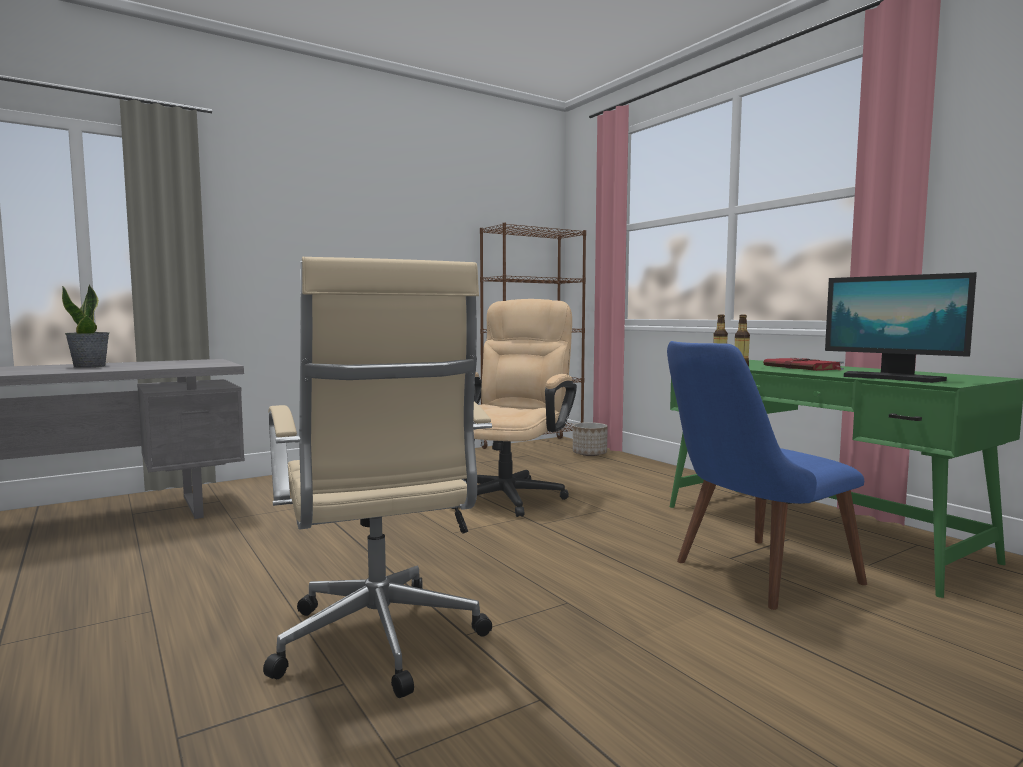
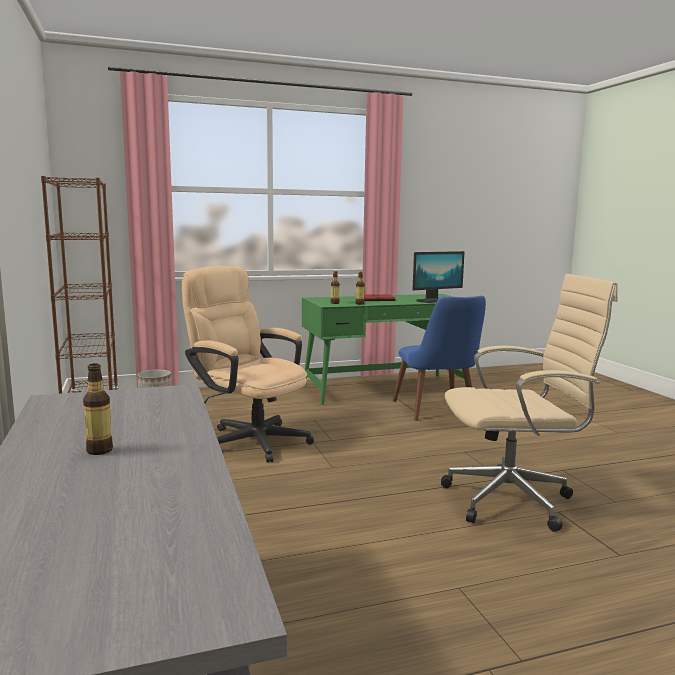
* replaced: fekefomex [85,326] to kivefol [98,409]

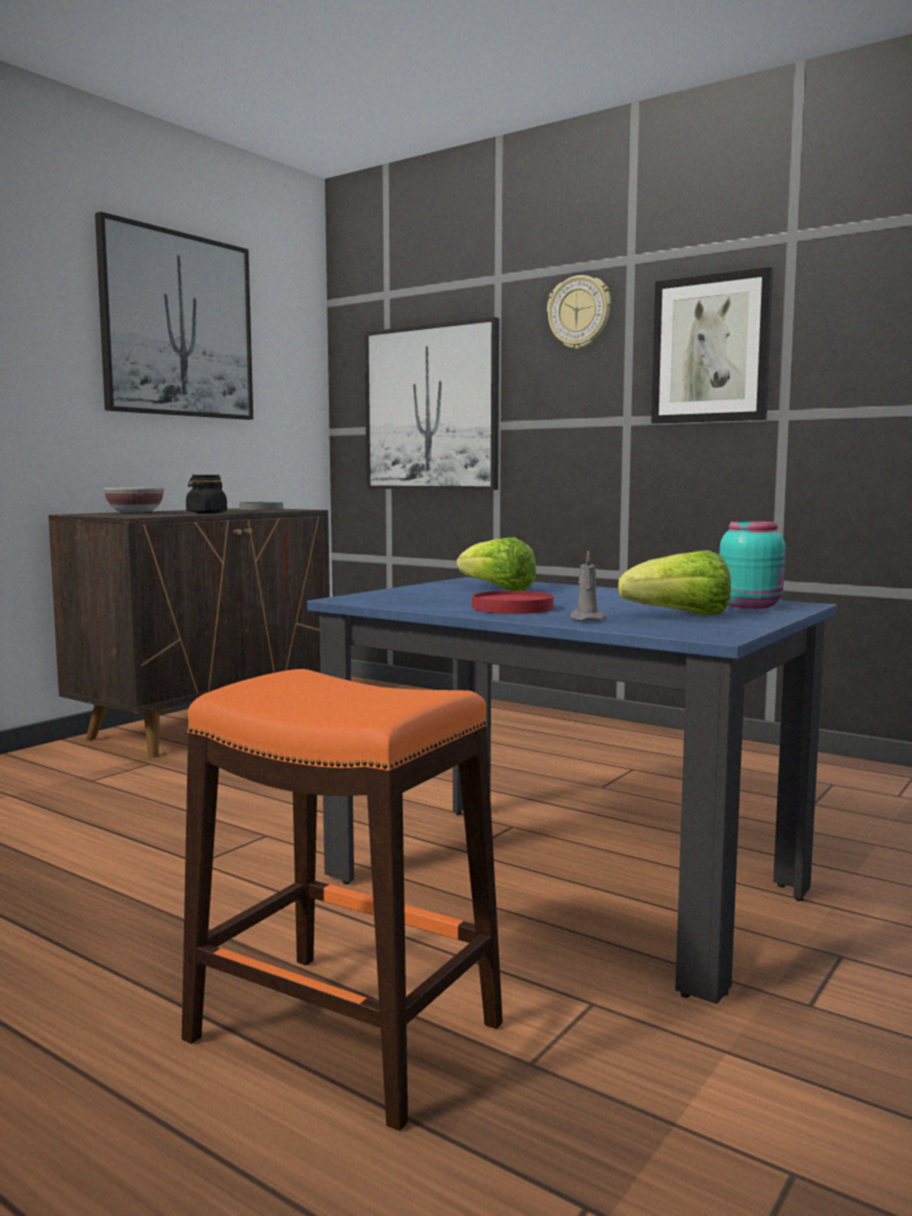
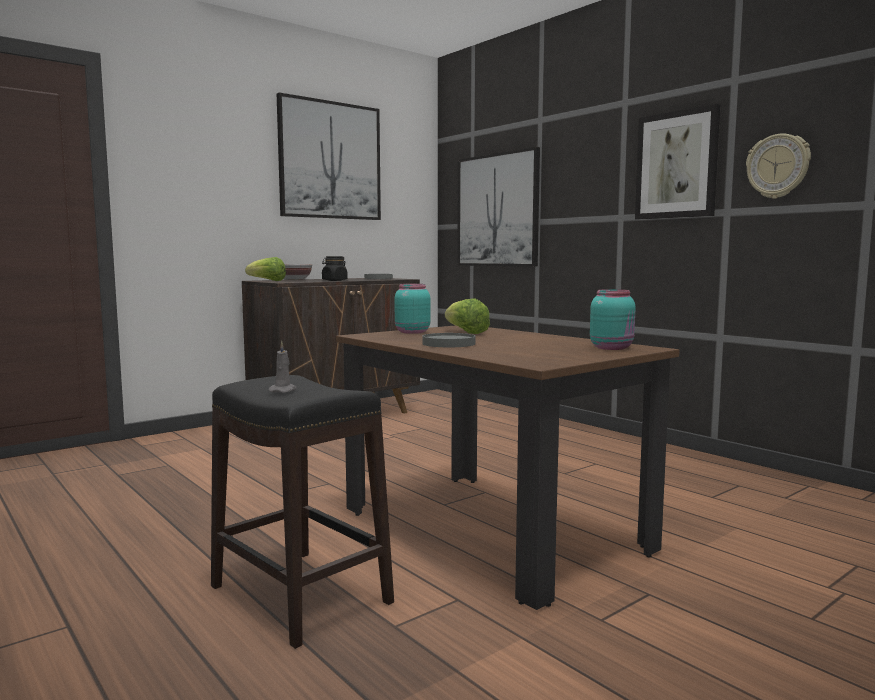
* moved: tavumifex [579,312] to [778,166]
* moved: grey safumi [588,585] to [283,367]
* moved: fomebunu [674,582] to [265,269]
* recoloured: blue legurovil [572,790] to brown legurovil [508,467]
* recoloured: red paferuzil [513,602] to grey paferuzil [448,340]
* recoloured: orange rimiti [342,900] to black rimiti [302,512]
* added: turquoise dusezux [413,309]

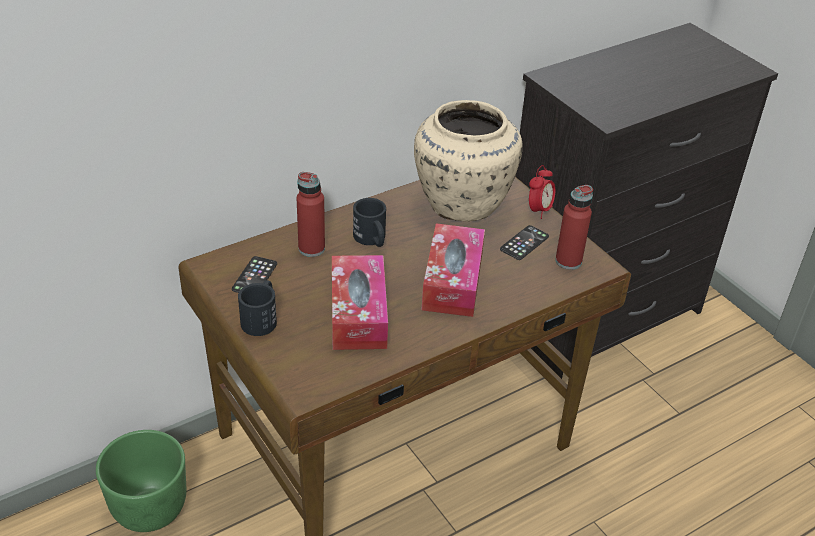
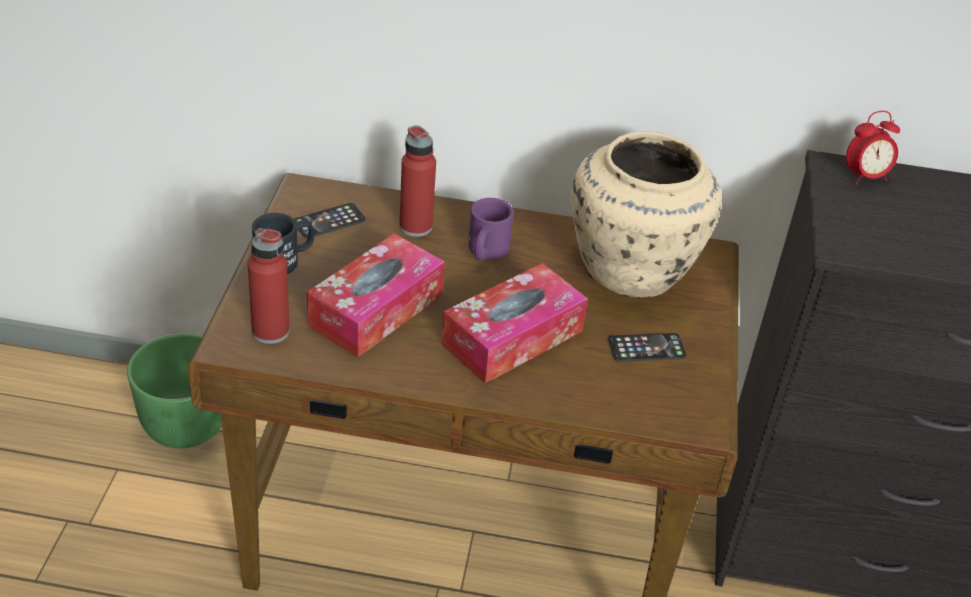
* moved: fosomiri [542,192] to [873,148]
* moved: red kivefol [574,227] to [269,286]
* recoloured: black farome [369,222] to purple farome [491,229]

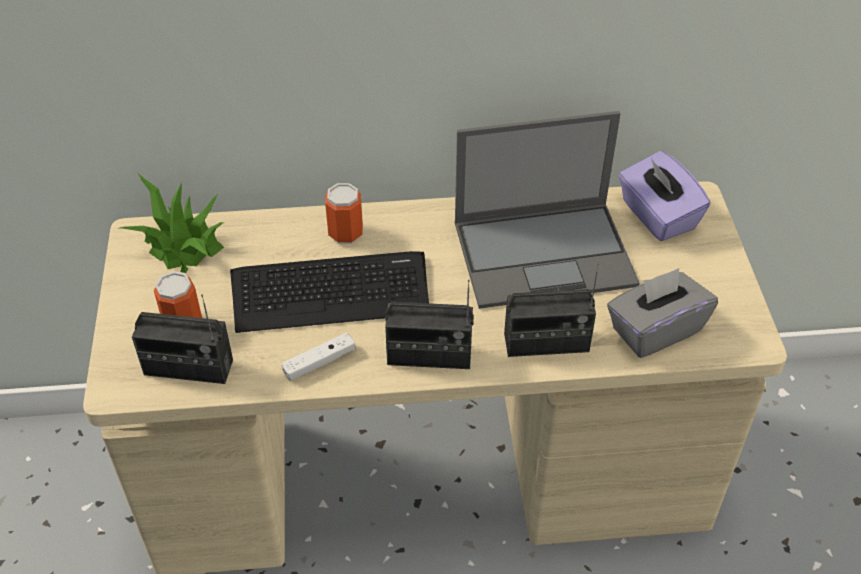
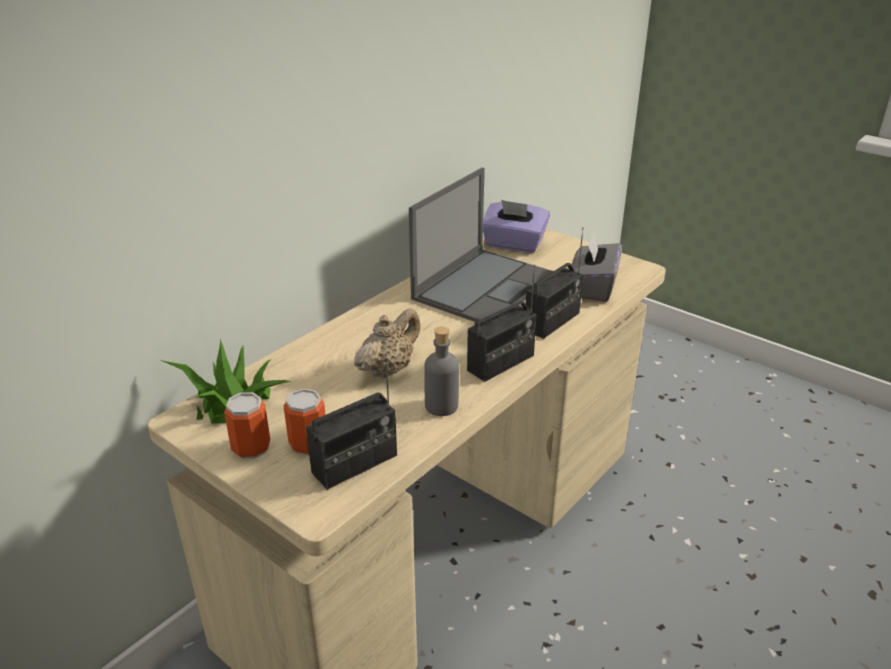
* moved: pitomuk [344,213] to [247,425]
* replaced: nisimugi [329,292] to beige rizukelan [387,343]
* replaced: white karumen [318,356] to grey kivefol [441,371]

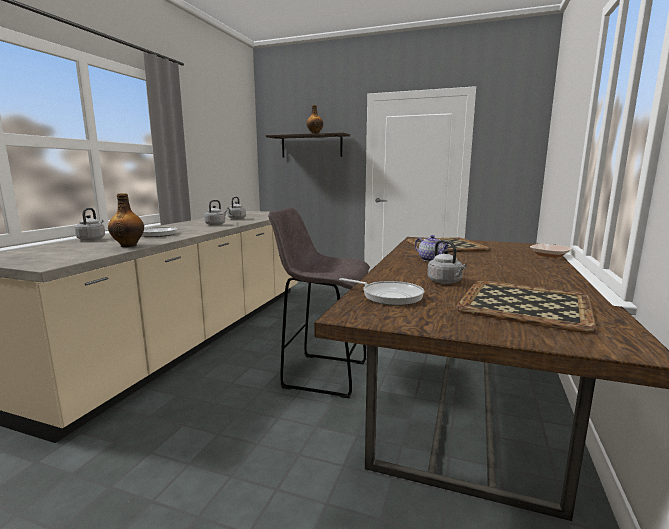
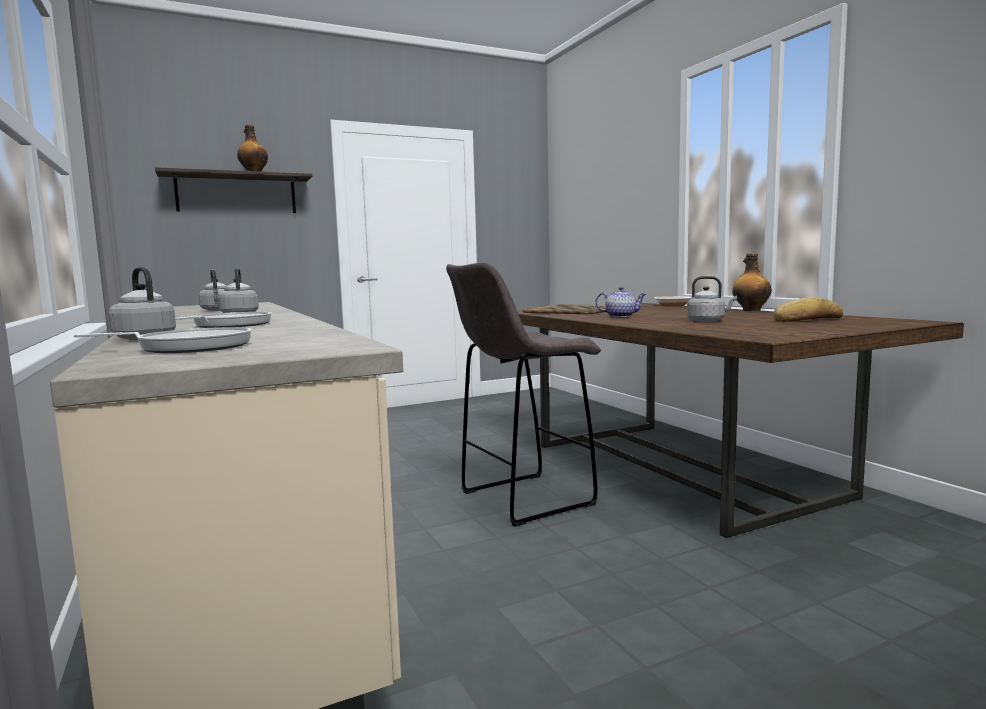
* moved: kivefol [126,220] to [752,282]
* moved: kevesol [381,292] to [163,340]
* replaced: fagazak [526,306] to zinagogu [808,309]

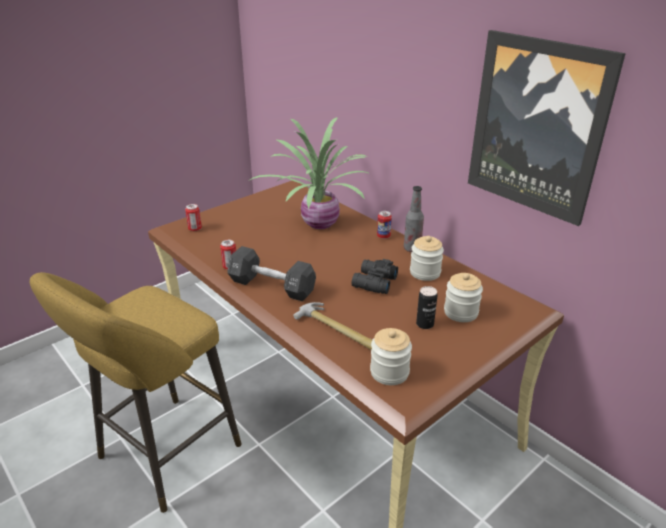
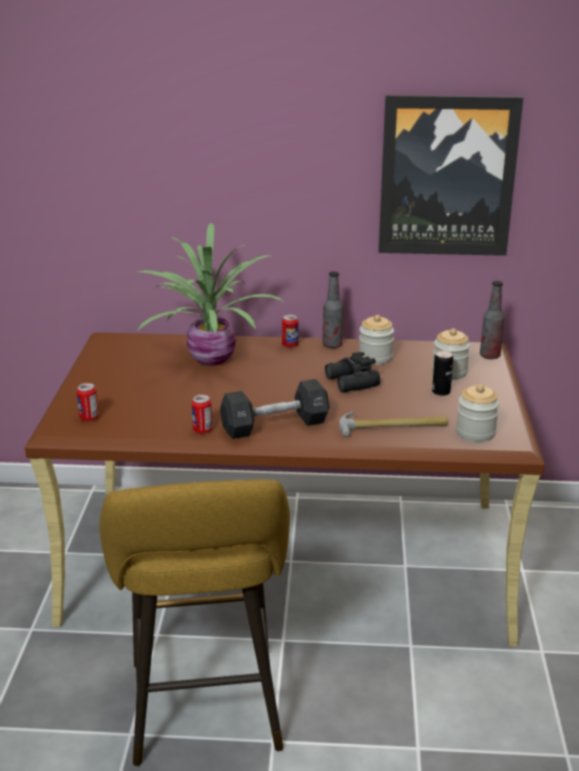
* added: kivefol [492,320]

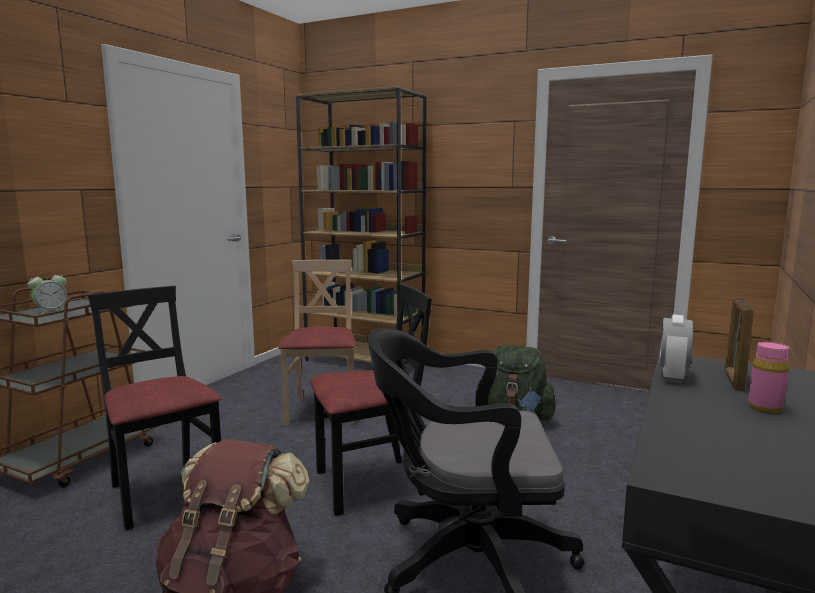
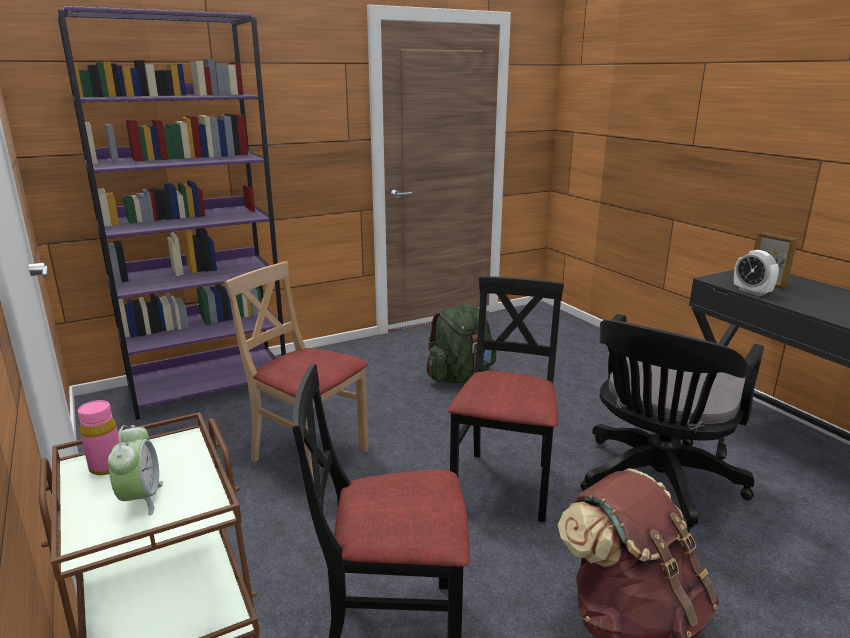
* recoloured: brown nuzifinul [361,225] to purple nuzifinul [172,213]
* moved: pink kivefol [768,377] to [98,437]

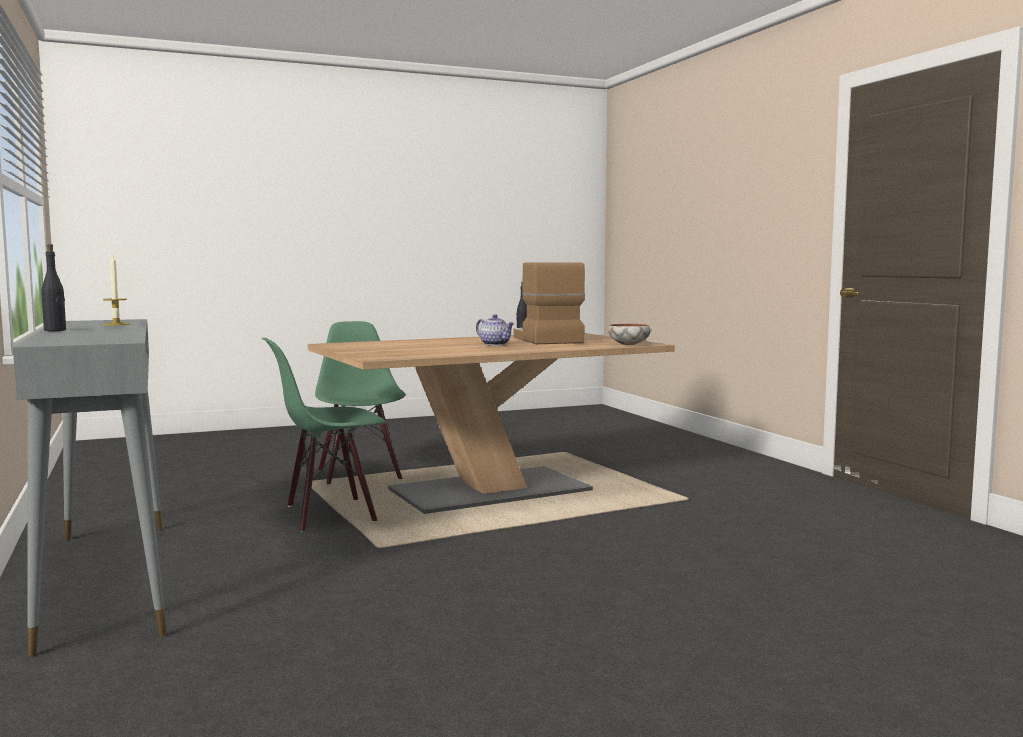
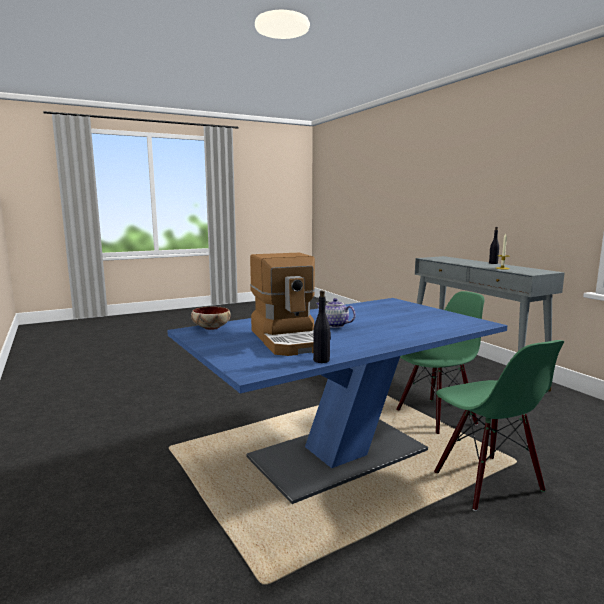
* recoloured: brown legurovil [491,423] to blue legurovil [337,401]

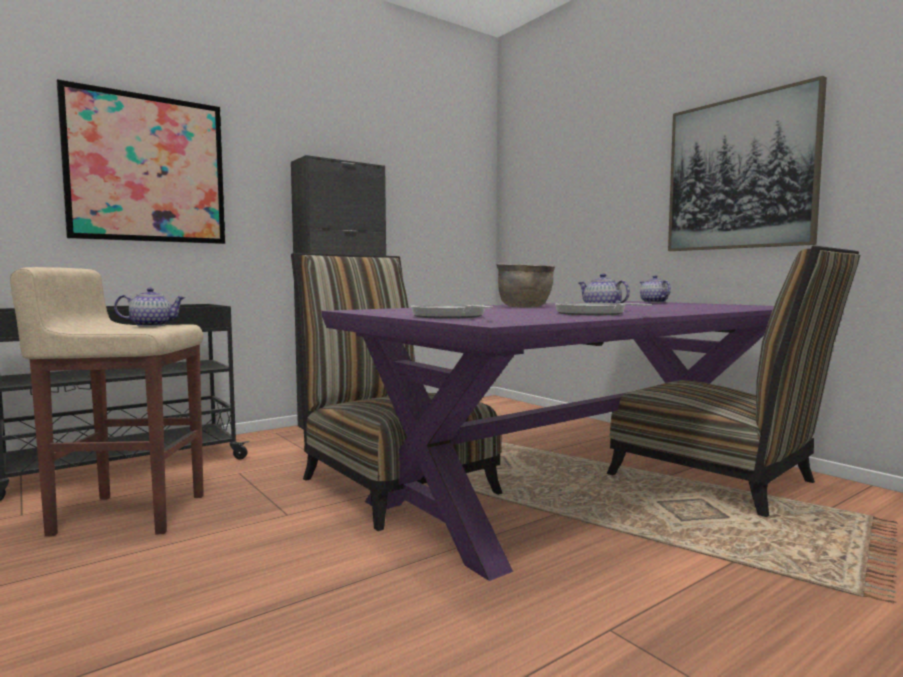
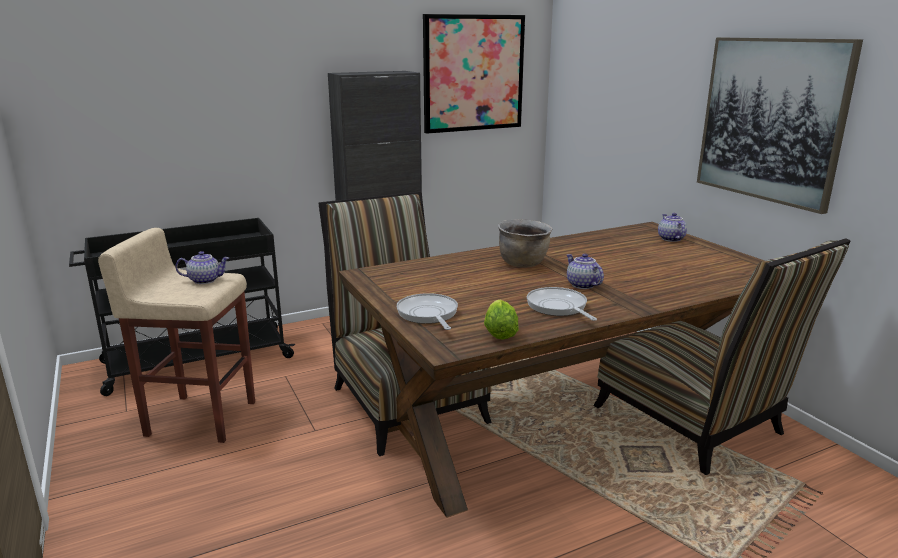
* moved: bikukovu [141,161] to [474,74]
* recoloured: purple legurovil [547,441] to brown legurovil [551,370]
* added: fomebunu [501,319]

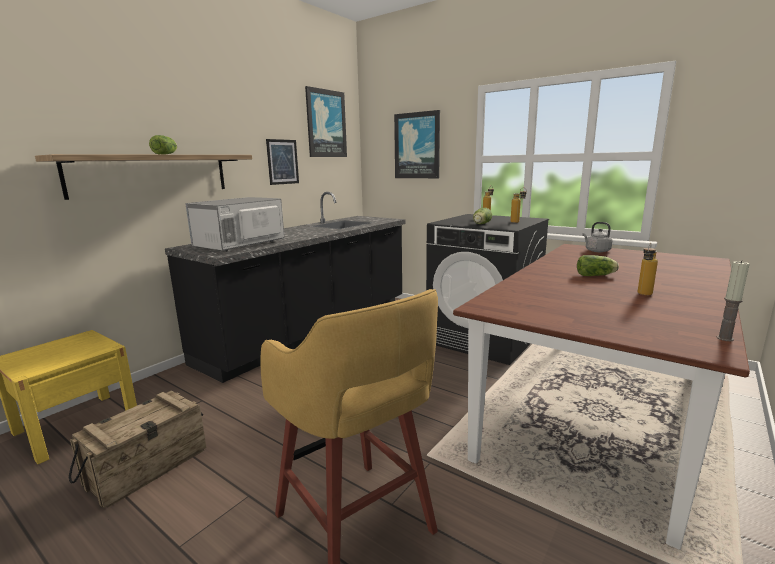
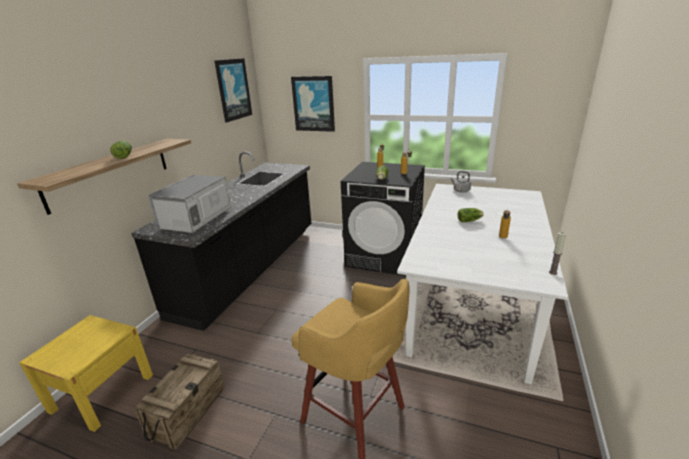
* removed: bikukovu [282,162]
* recoloured: brown legurovil [601,397] to white legurovil [482,284]

